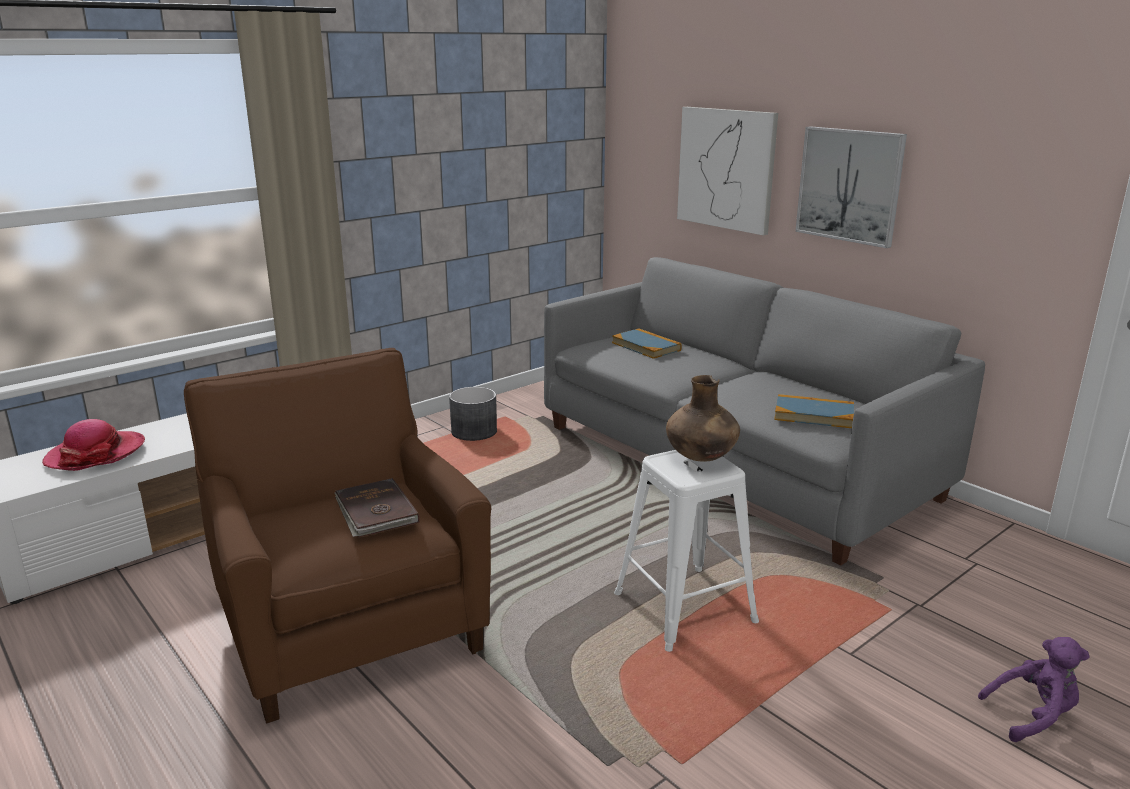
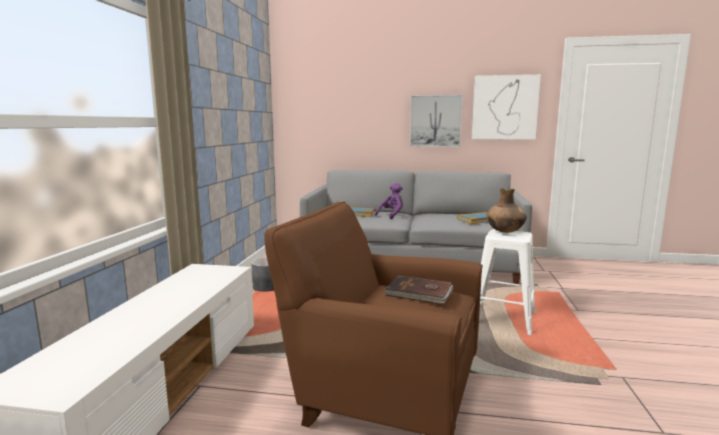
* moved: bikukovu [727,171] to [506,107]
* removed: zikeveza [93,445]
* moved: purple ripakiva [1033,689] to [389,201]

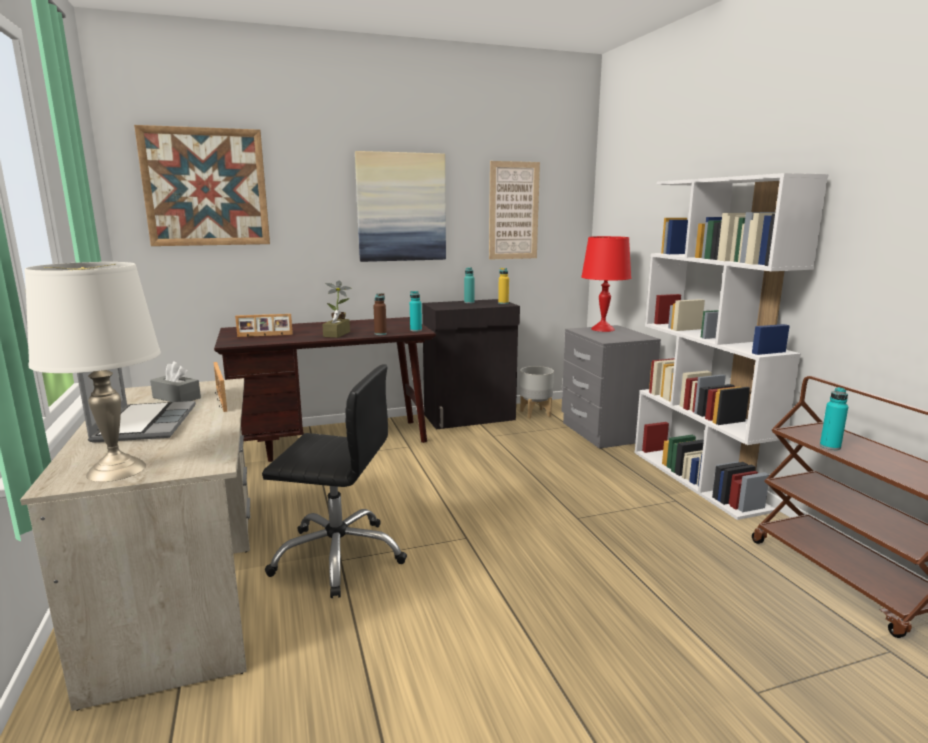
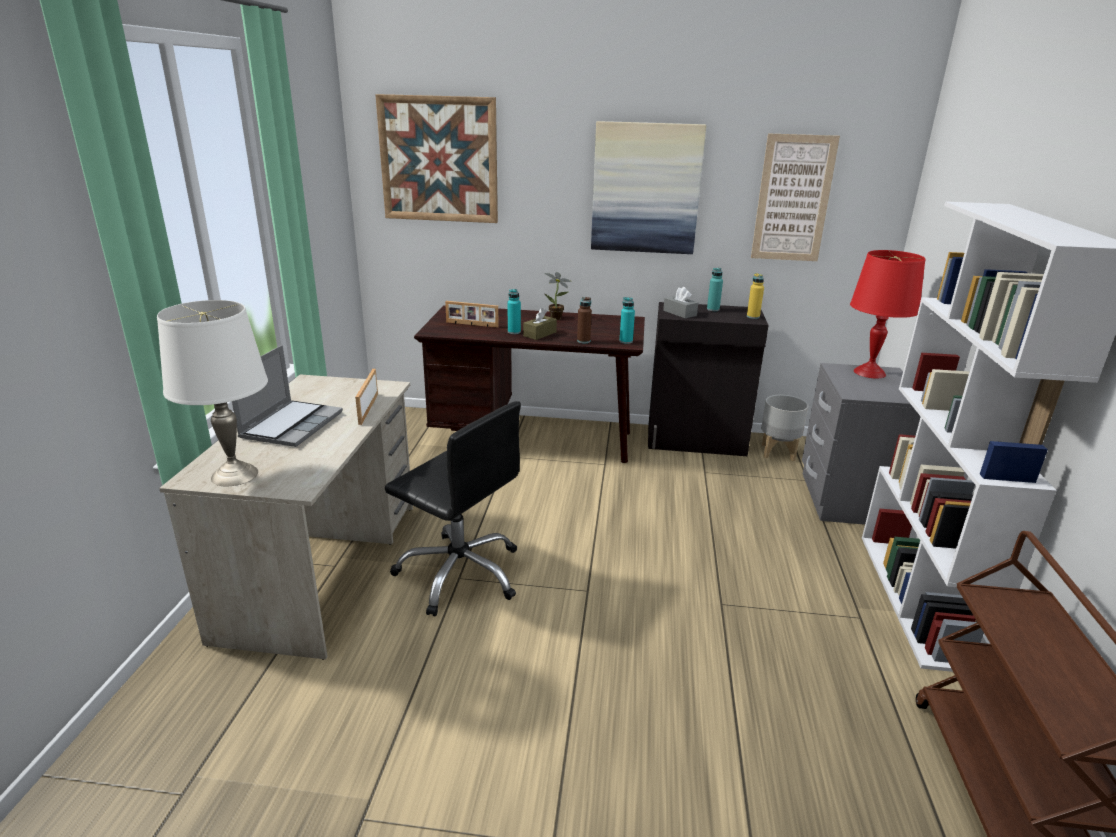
* moved: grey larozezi [175,381] to [680,303]
* moved: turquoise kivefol [834,418] to [514,311]

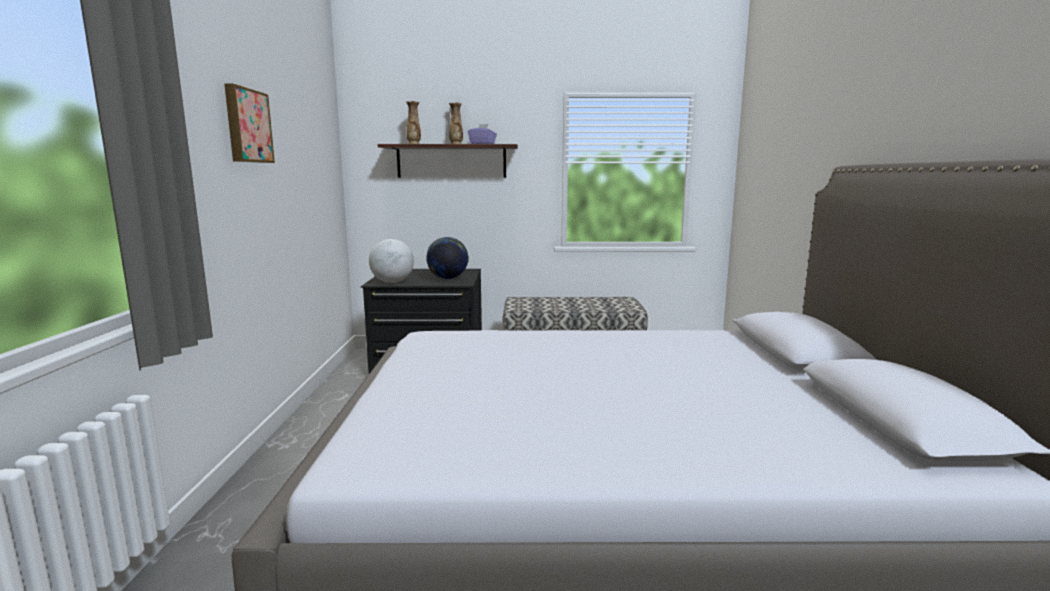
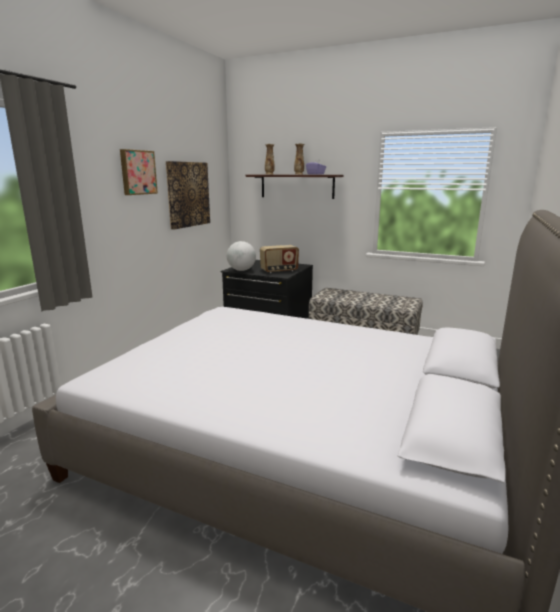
* replaced: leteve [447,258] to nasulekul [279,259]
* added: bikukovu [188,195]

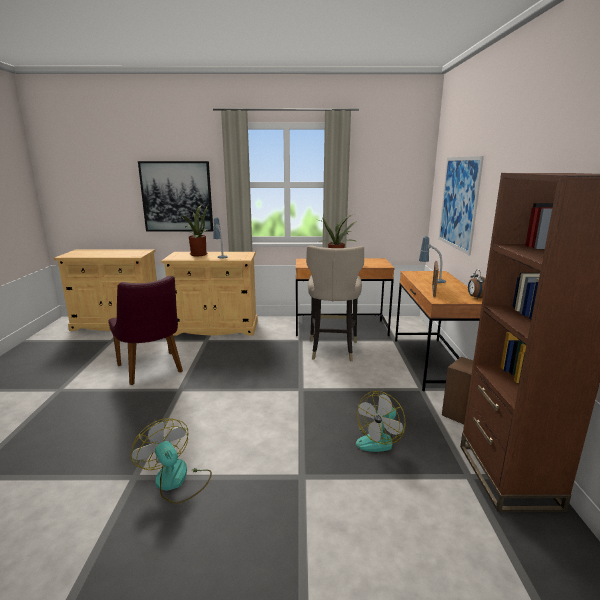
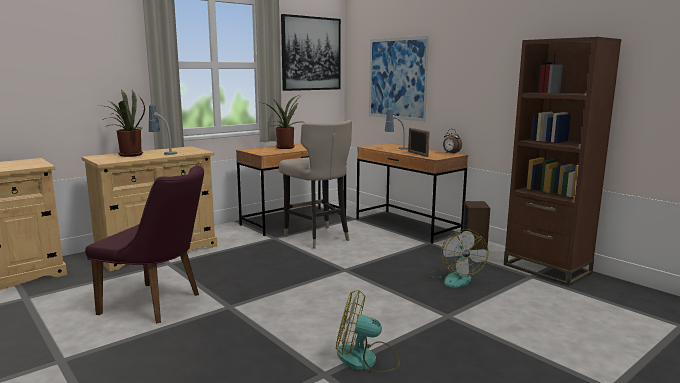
* moved: bikukovu [175,196] to [311,52]

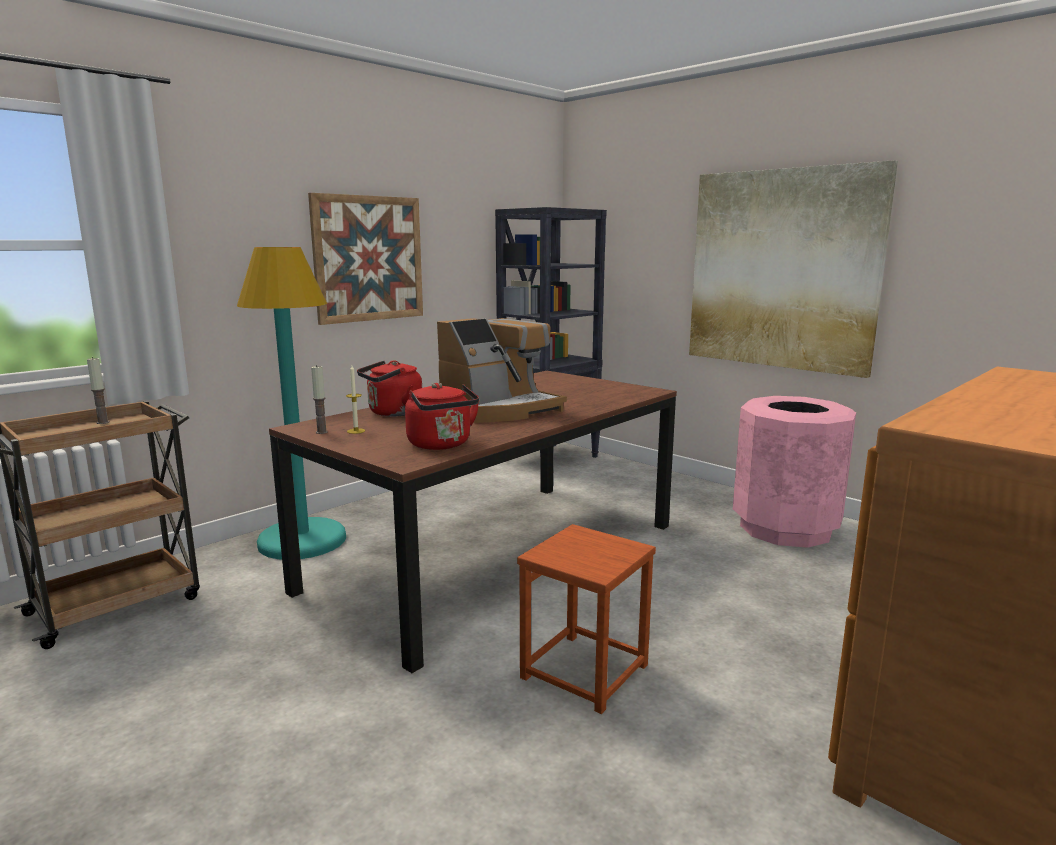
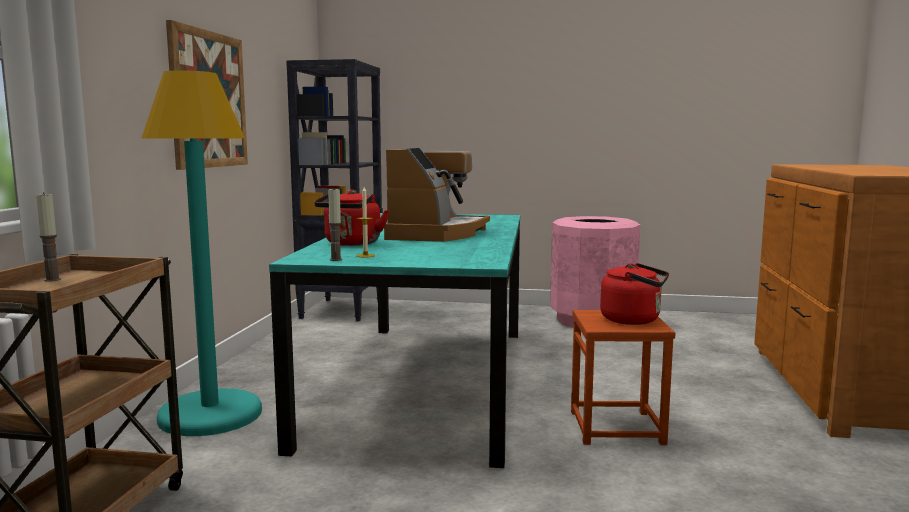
* removed: bikukovu [793,269]
* recoloured: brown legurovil [473,522] to turquoise legurovil [394,340]
* moved: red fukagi [442,416] to [634,294]

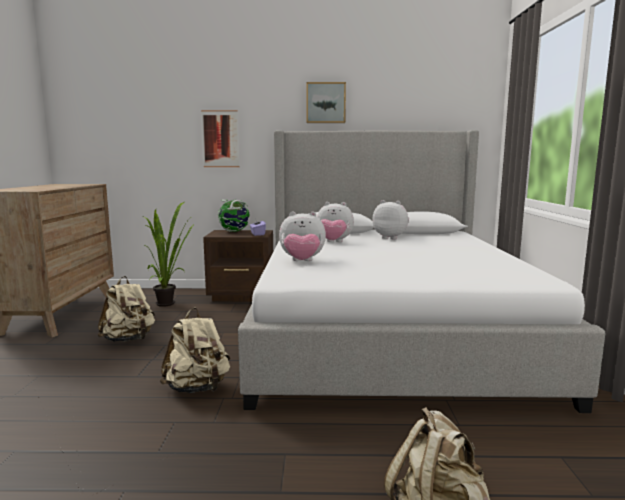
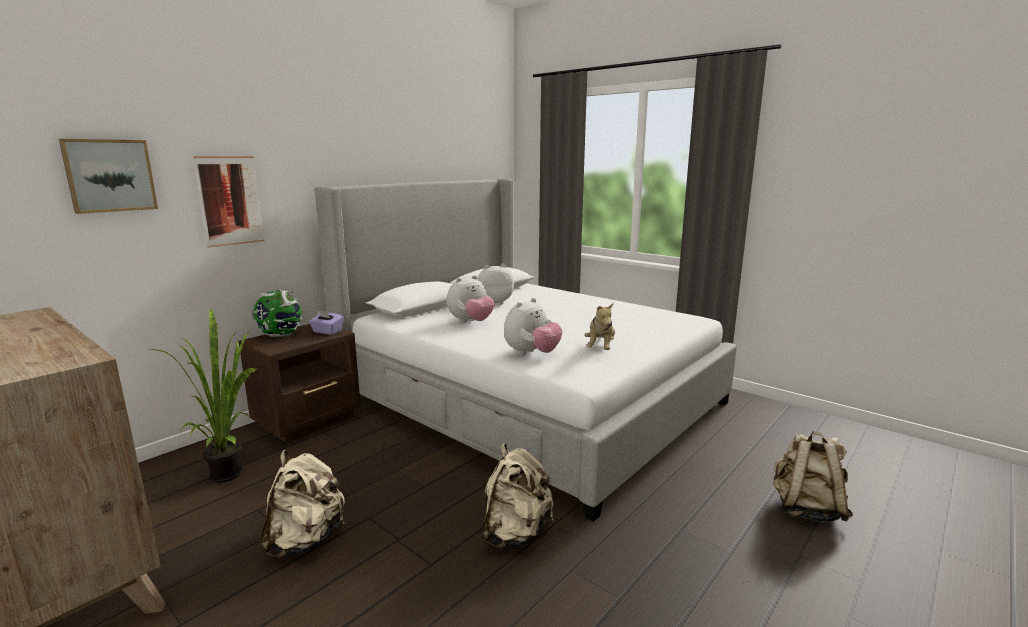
* moved: bikukovu [326,102] to [108,176]
* added: ripakiva [599,326]

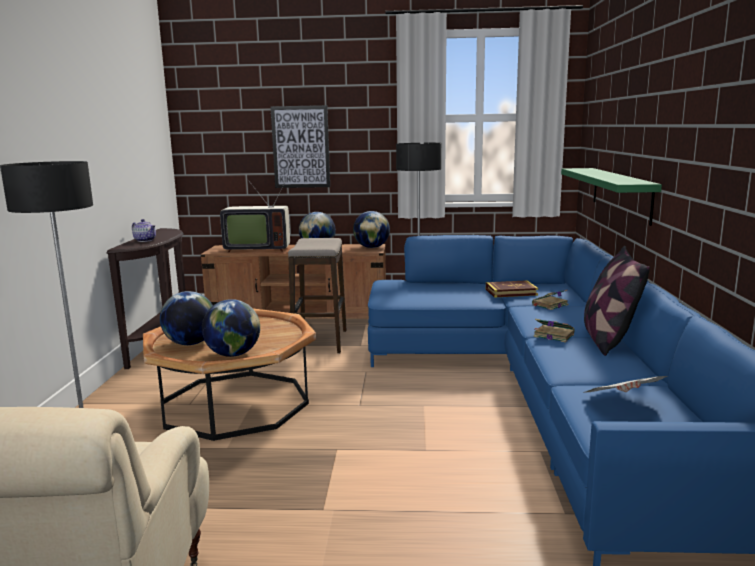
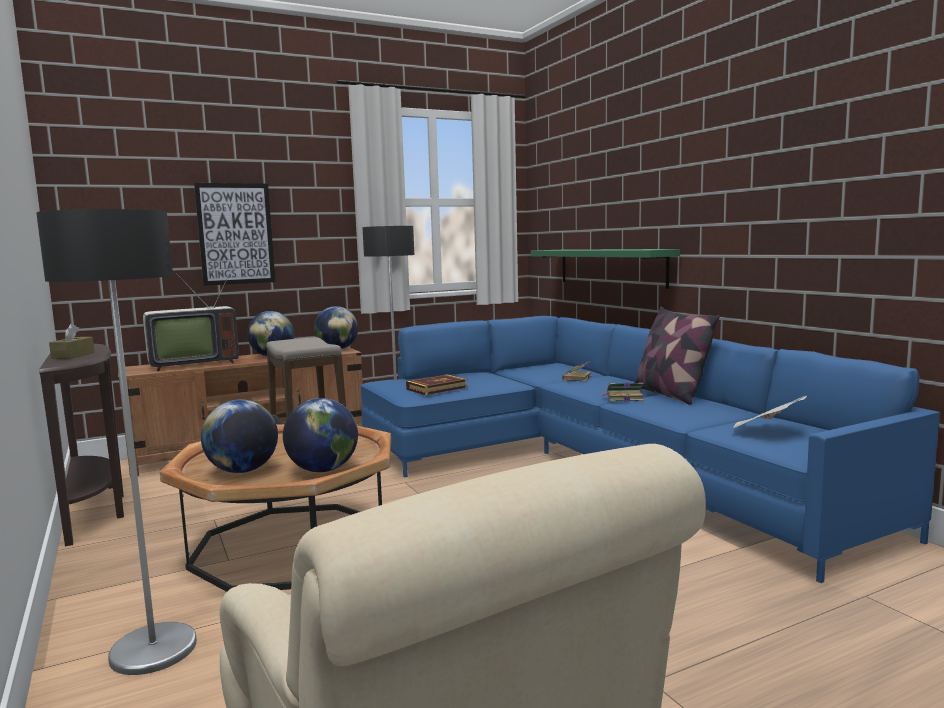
* replaced: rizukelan [144,230] to brown larozezi [72,341]
* moved: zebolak [512,288] to [436,384]

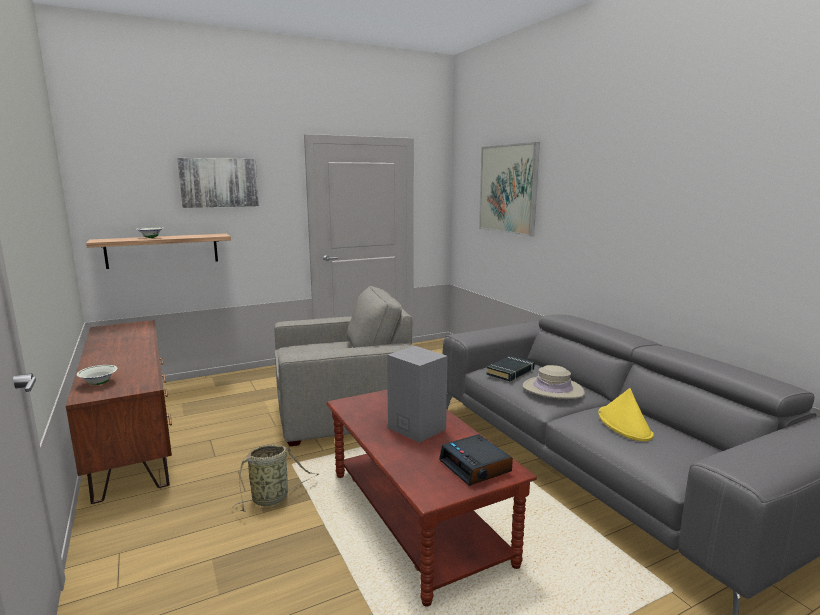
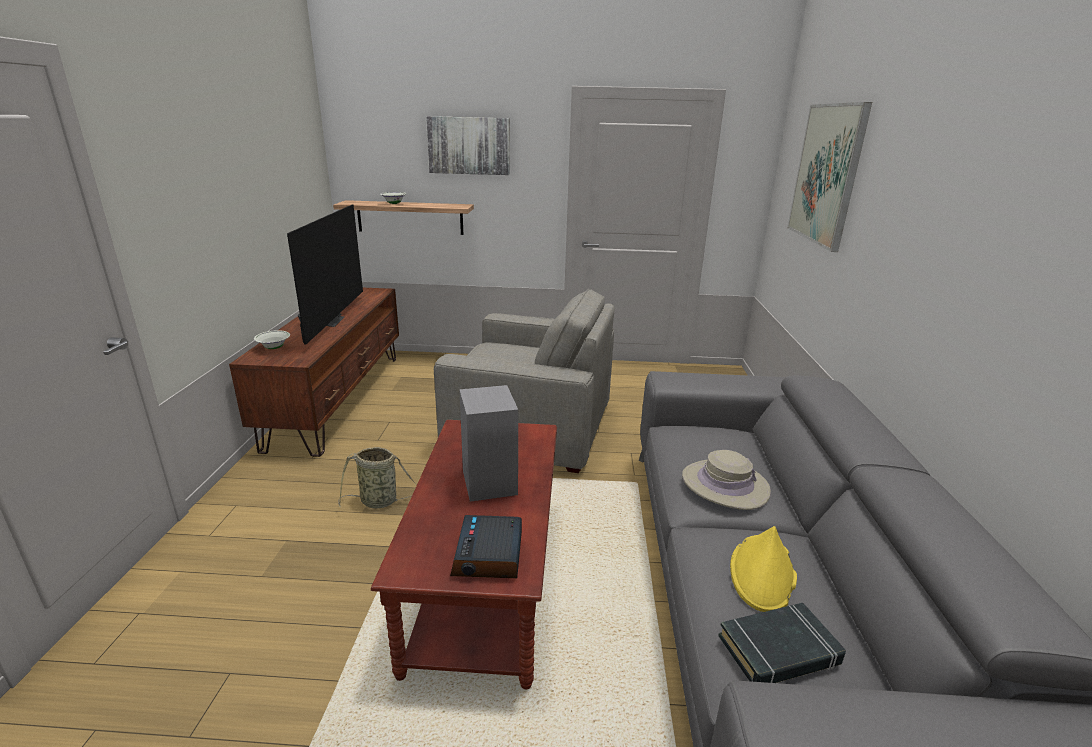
* moved: black zebolak [510,368] to [782,643]
* added: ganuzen [325,274]

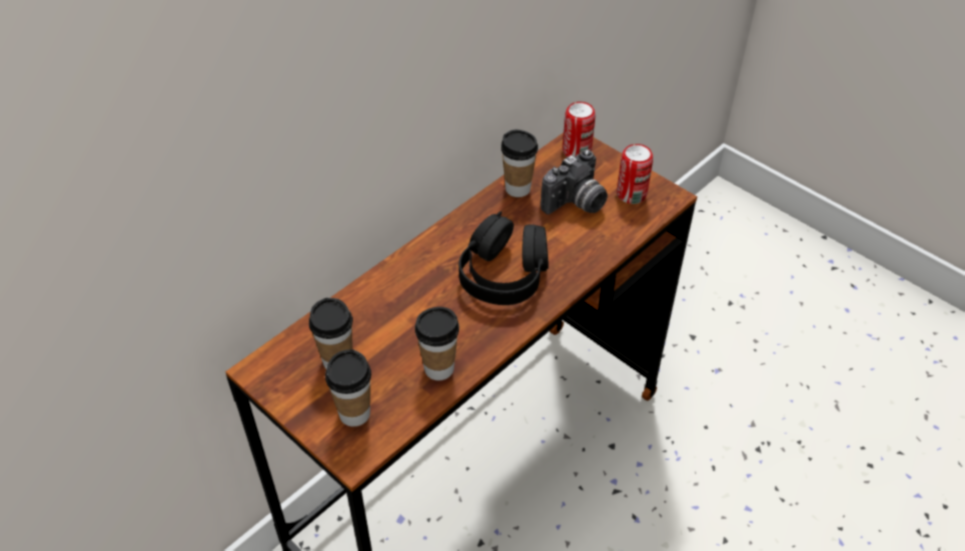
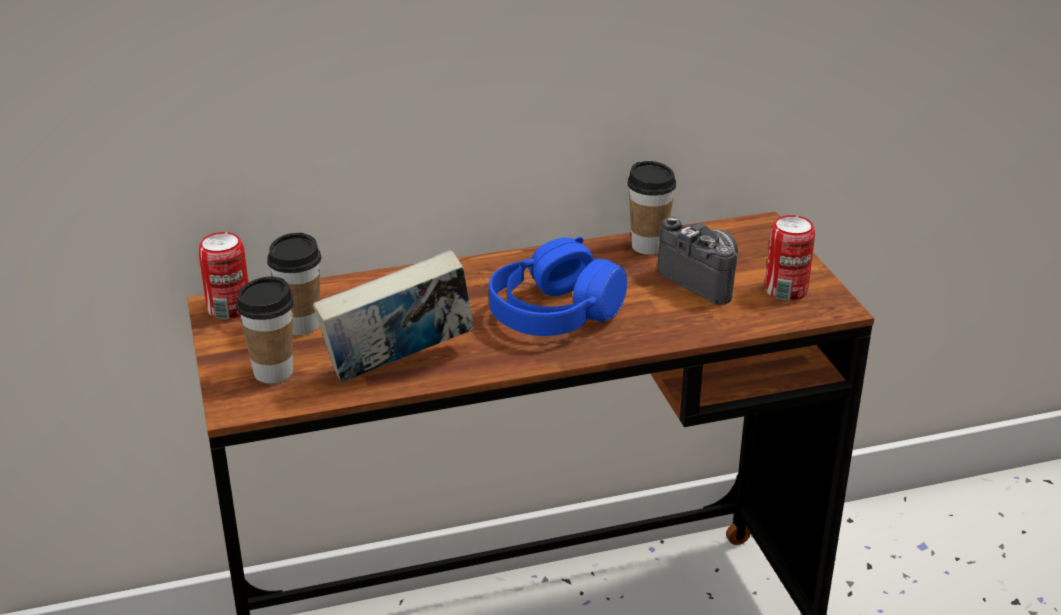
* moved: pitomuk [578,129] to [223,276]
* turned: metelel [574,182] = [697,261] 120 degrees counterclockwise
* recoloured: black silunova [504,258] to blue silunova [558,286]
* replaced: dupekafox [437,344] to zebolak [393,316]

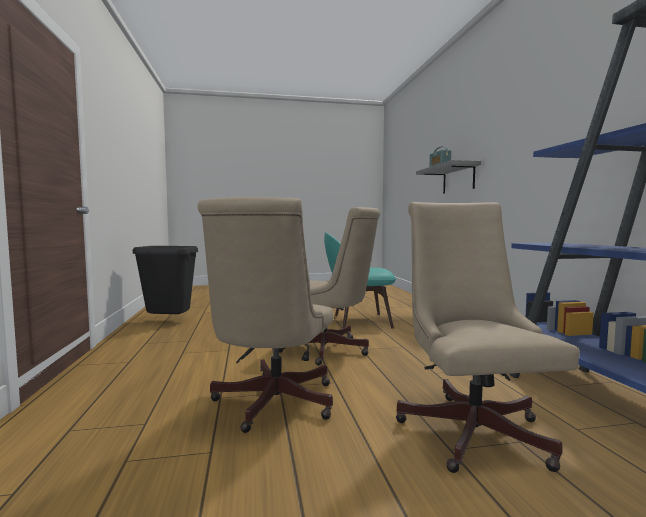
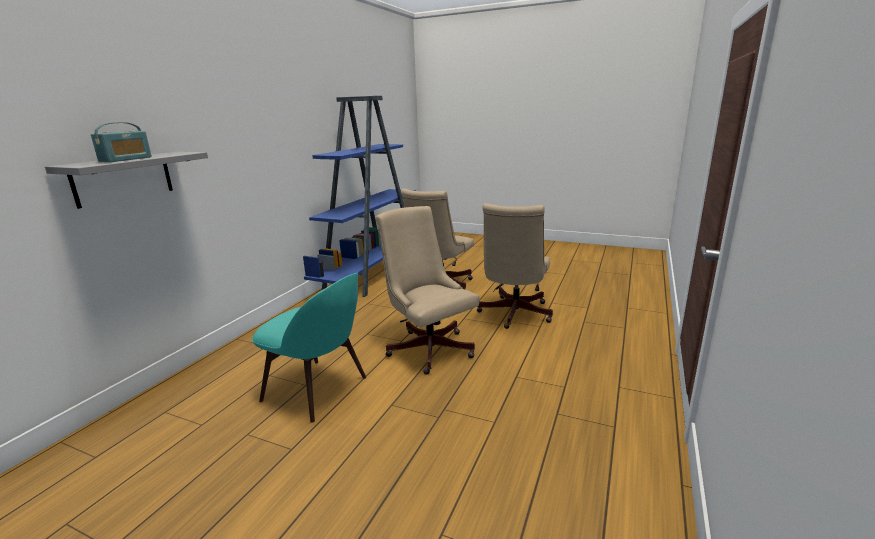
* turned: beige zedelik [265,315] = [515,266] 150 degrees clockwise
* removed: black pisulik [165,280]

